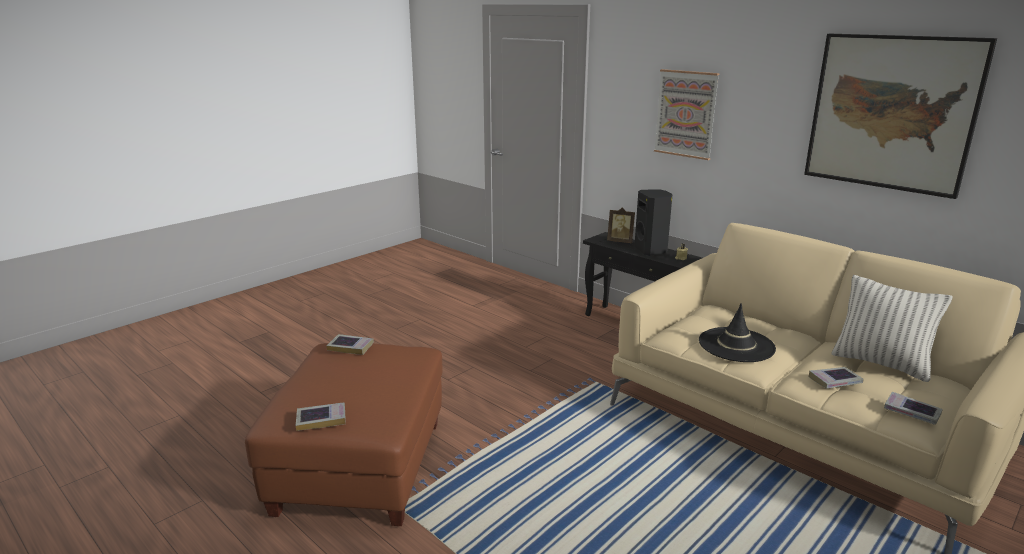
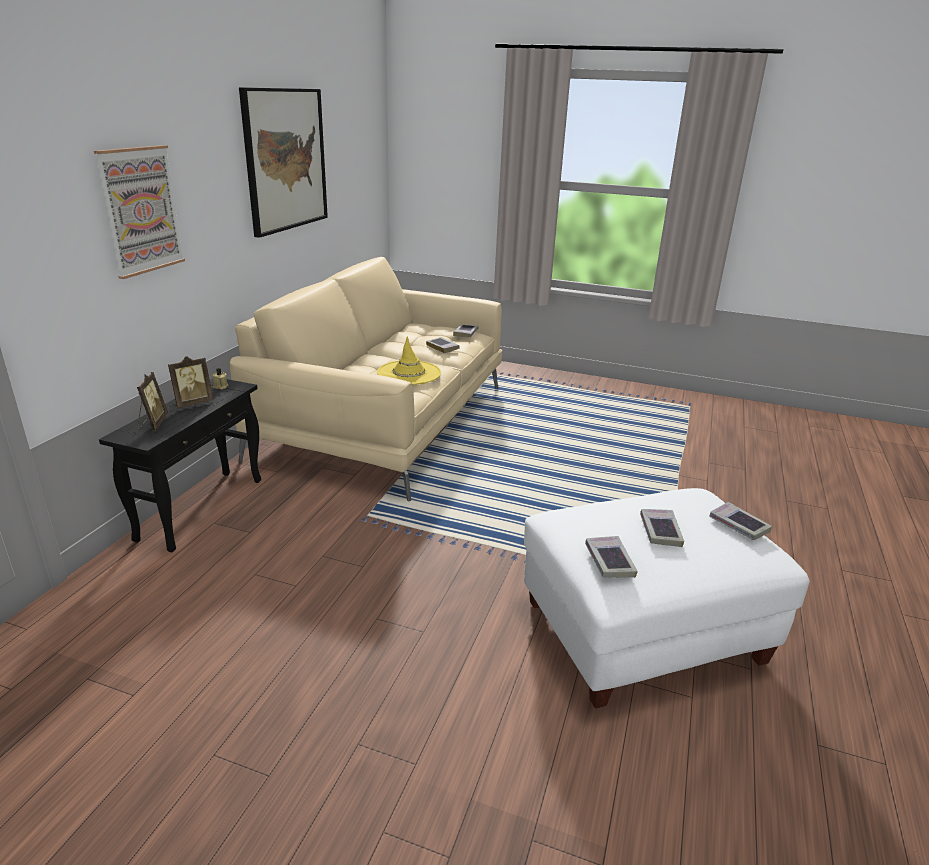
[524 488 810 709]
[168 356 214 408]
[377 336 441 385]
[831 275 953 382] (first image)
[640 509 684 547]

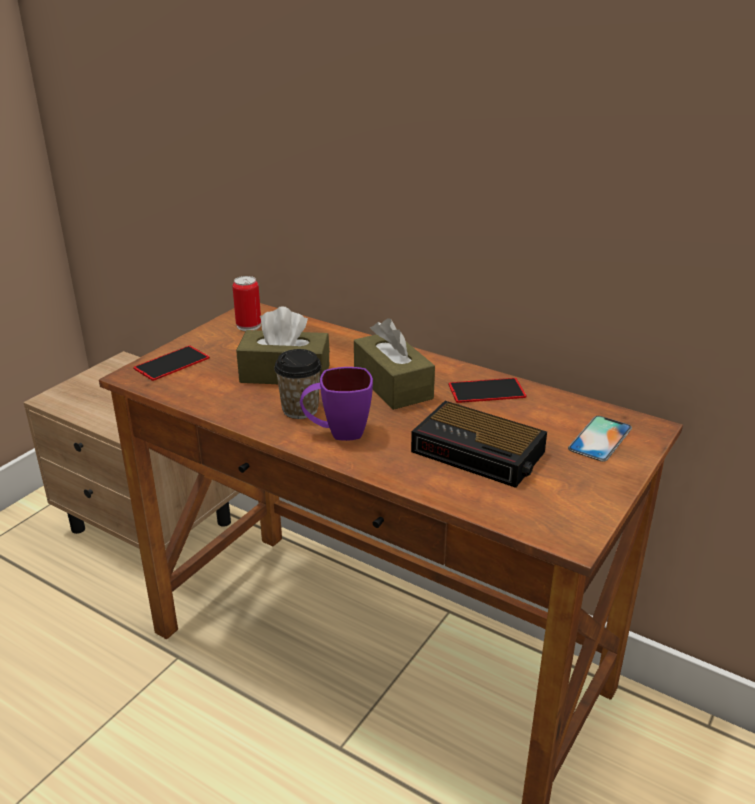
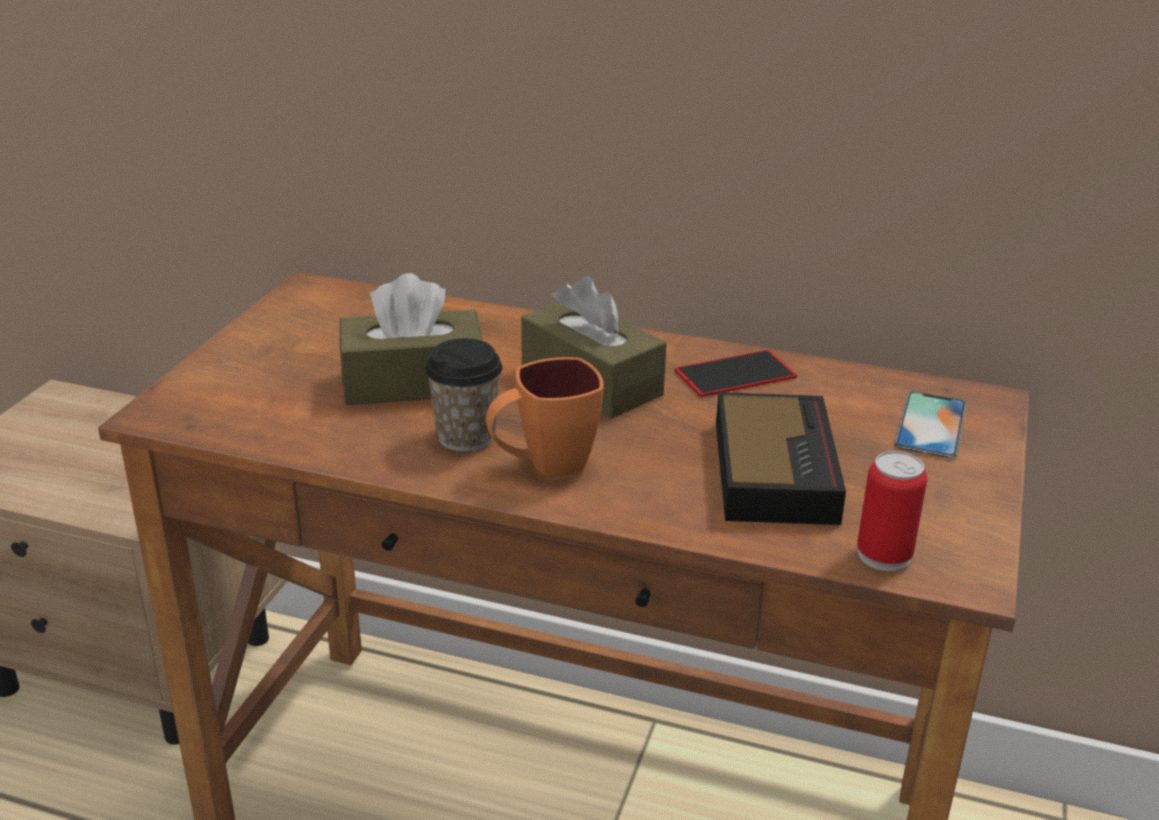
[133 346 210 381] (first image)
[857 451 927 571]
[486 357 603 477]
[716 392 846 525]

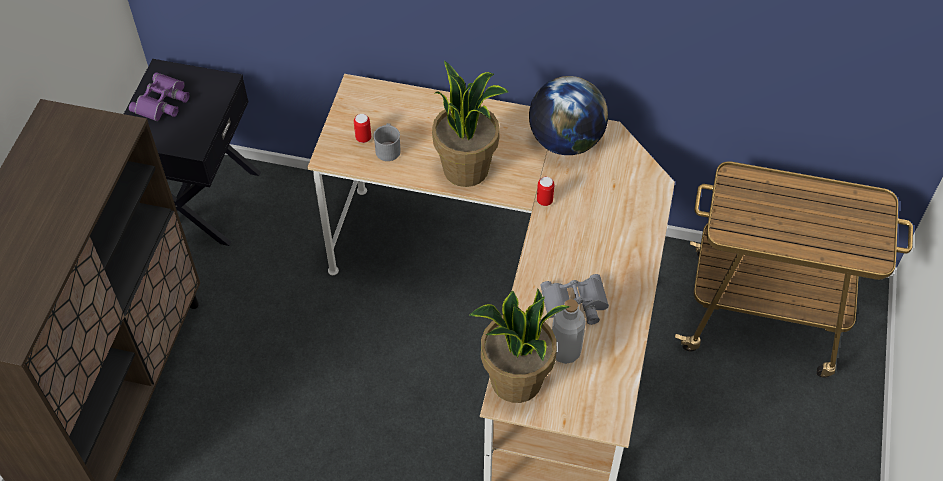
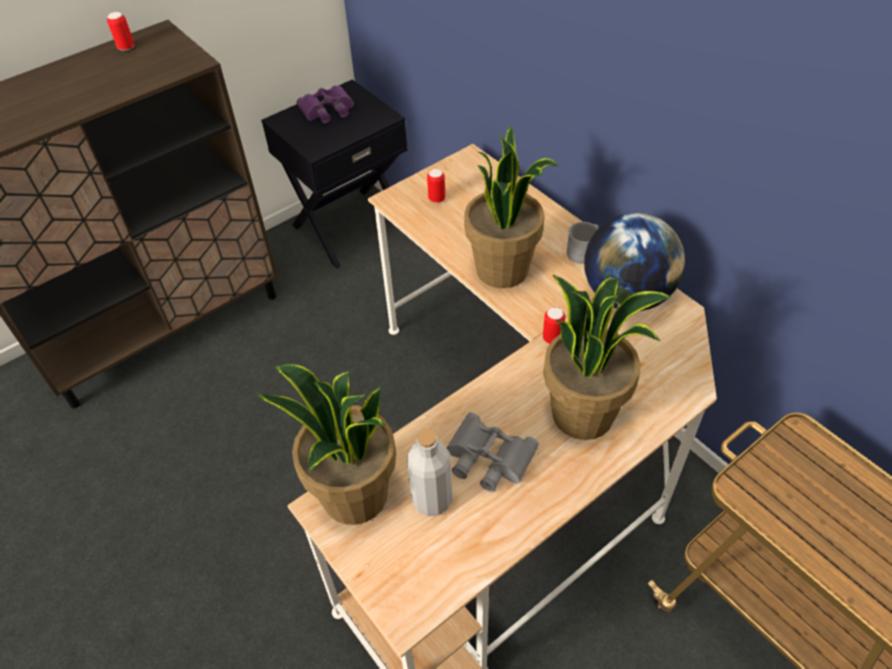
[567 222 599 264]
[107 12 134 51]
[543 275 671 440]

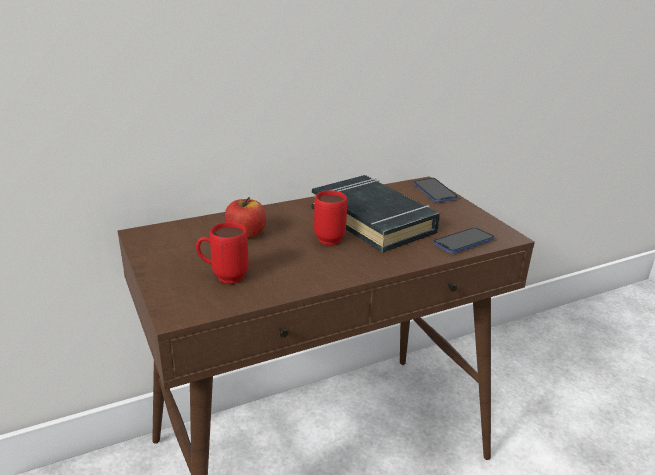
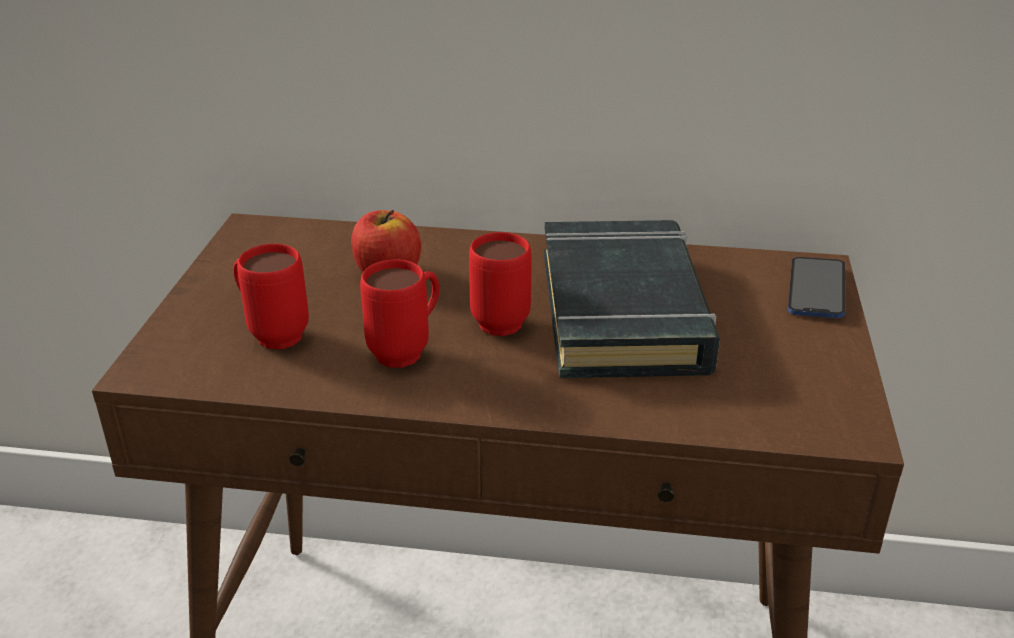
[433 228 494 253] (first image)
[360 259 440 368]

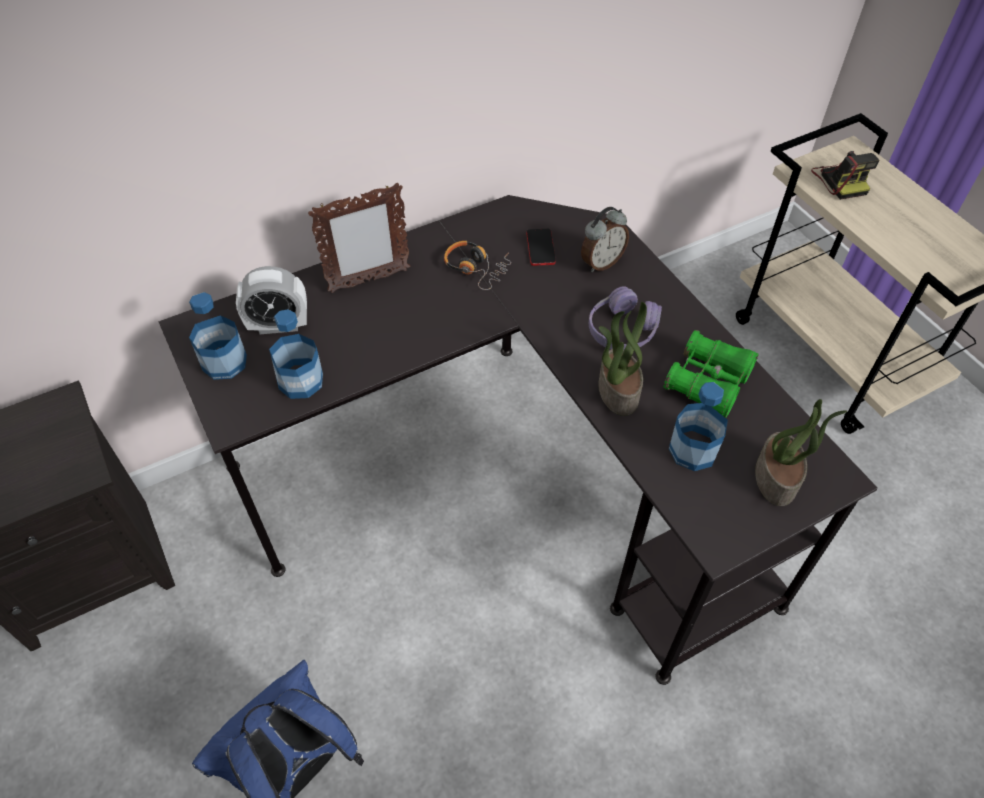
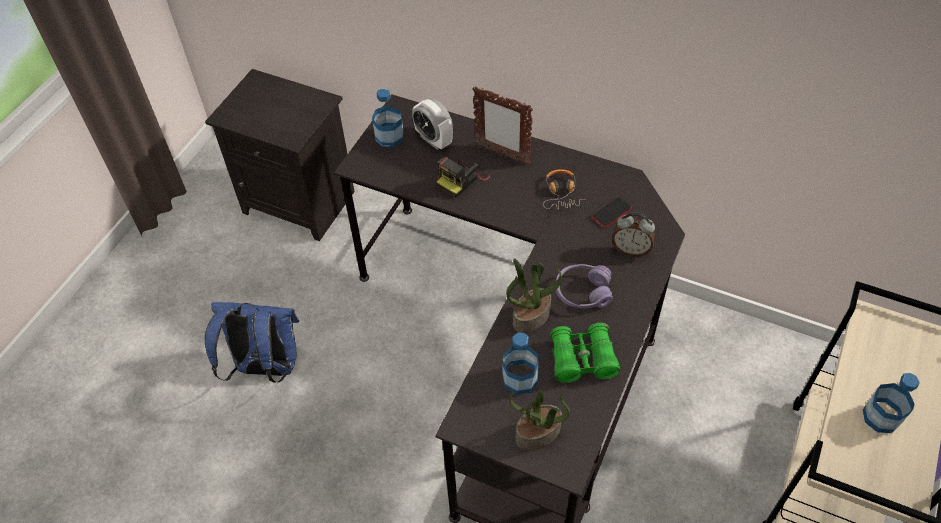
[863 373 920 433]
[437 157 490 197]

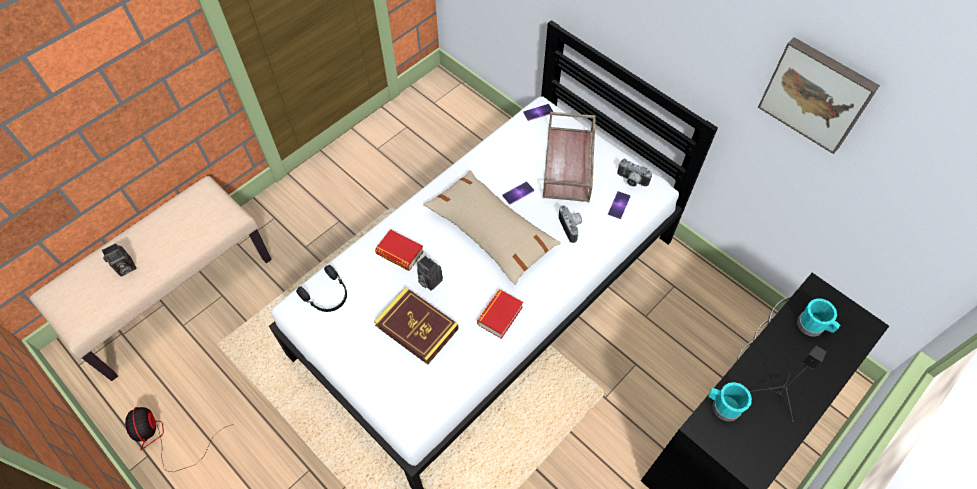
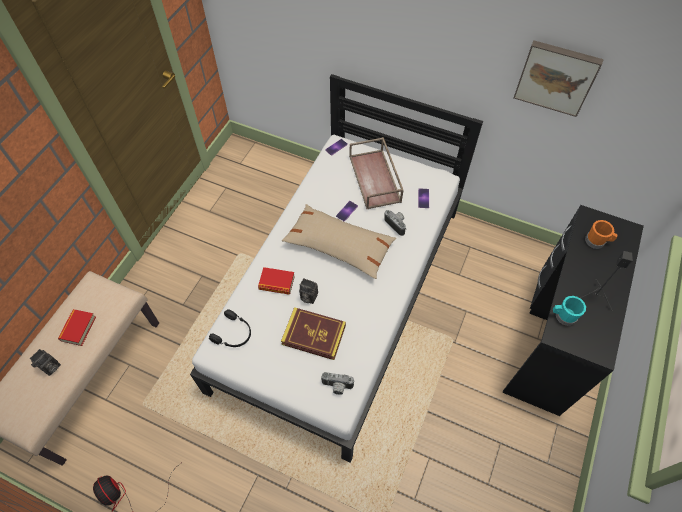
[58 309 96 346]
[321 372 354 395]
[585 220 618 249]

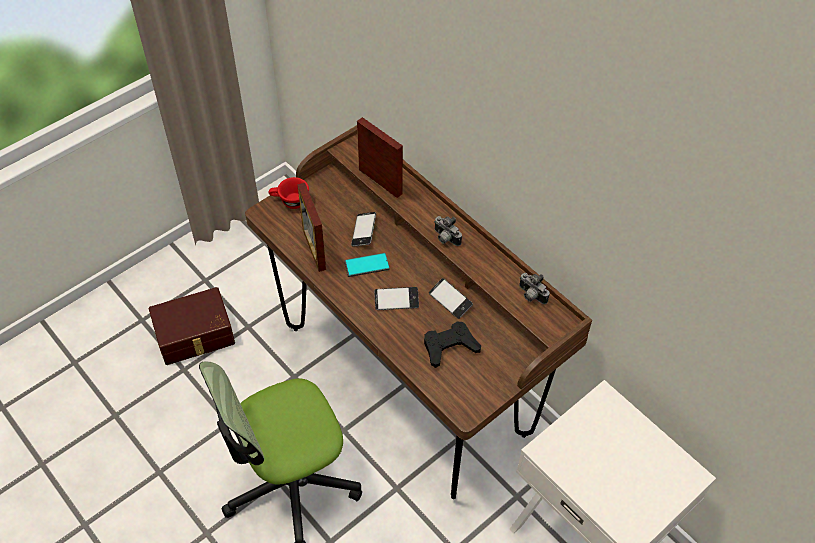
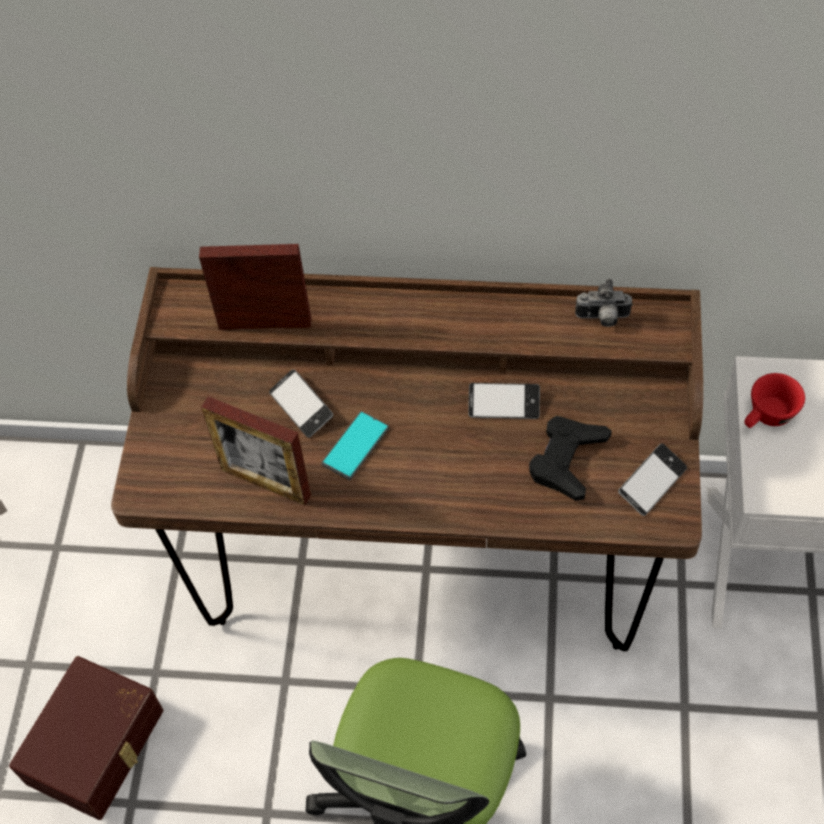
[744 373 805 428]
[618 443 687 516]
[434 216 462 246] (first image)

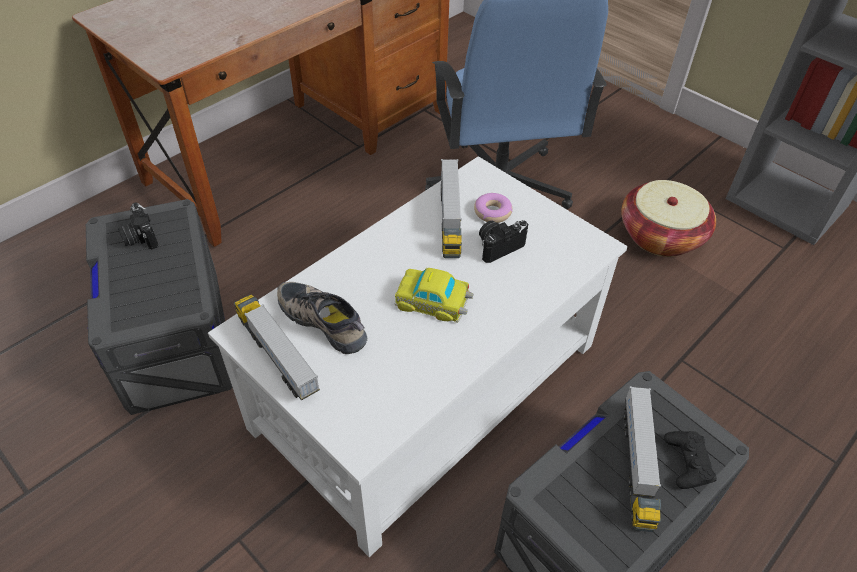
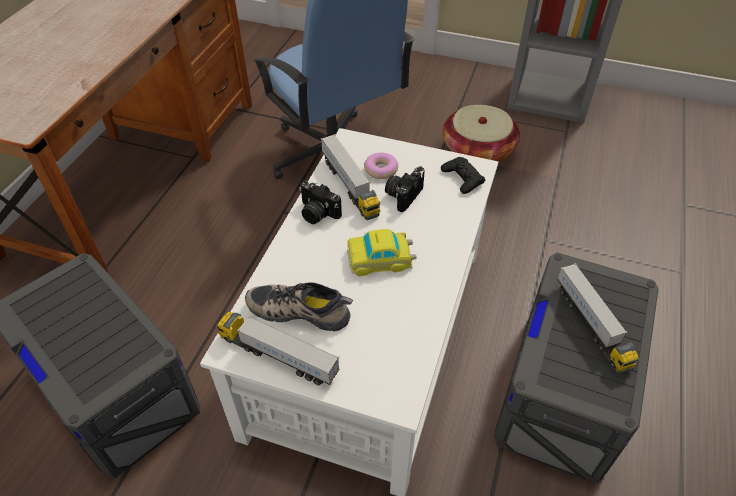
[299 181 342 224]
[441 157 485 194]

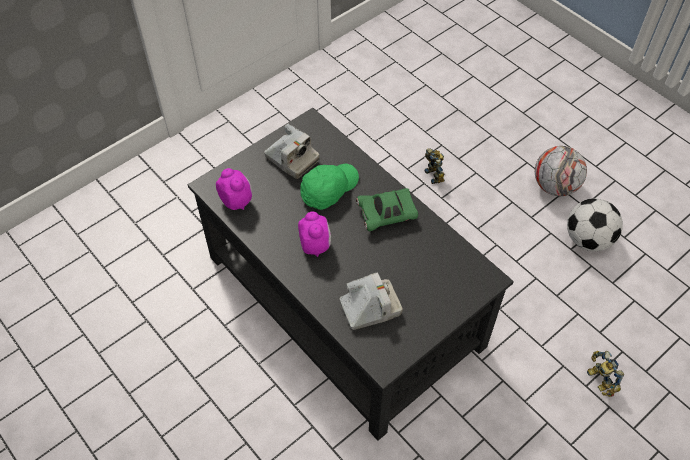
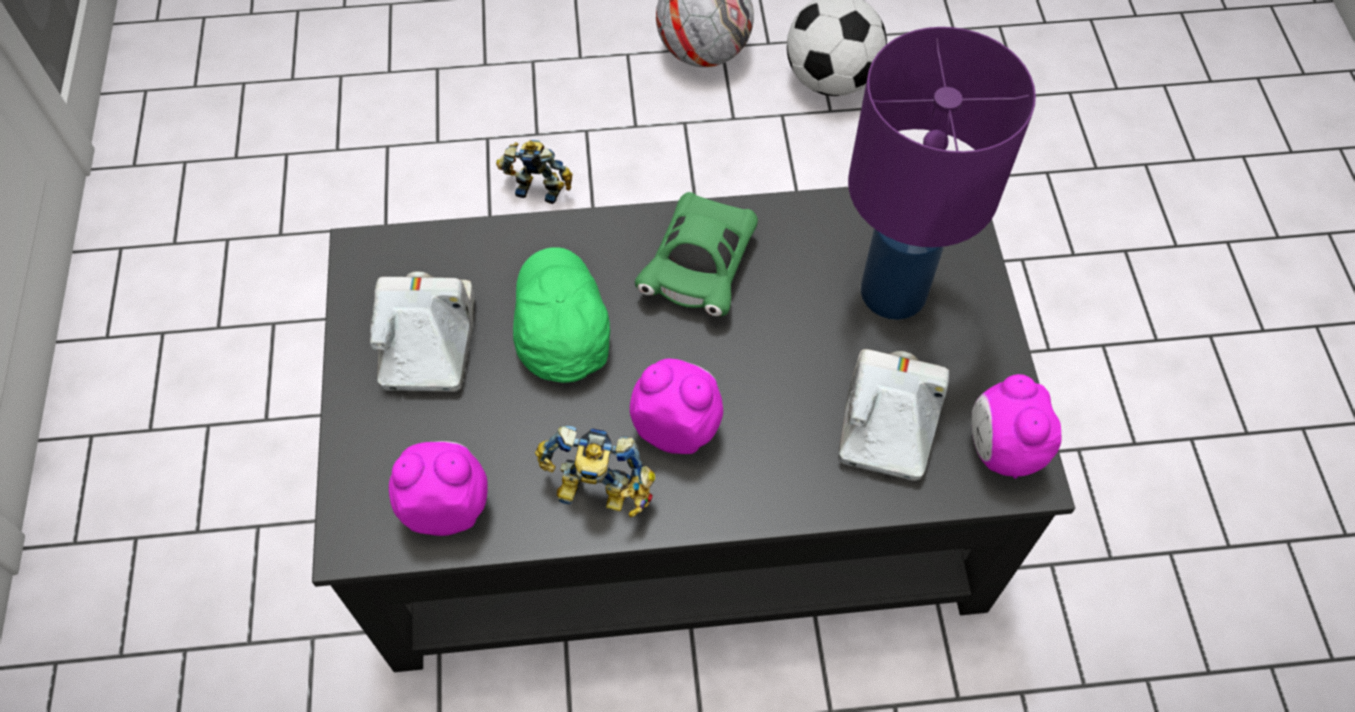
[369 271 475 392]
[535 426 655 517]
[848 27 1036 320]
[971 374 1062 479]

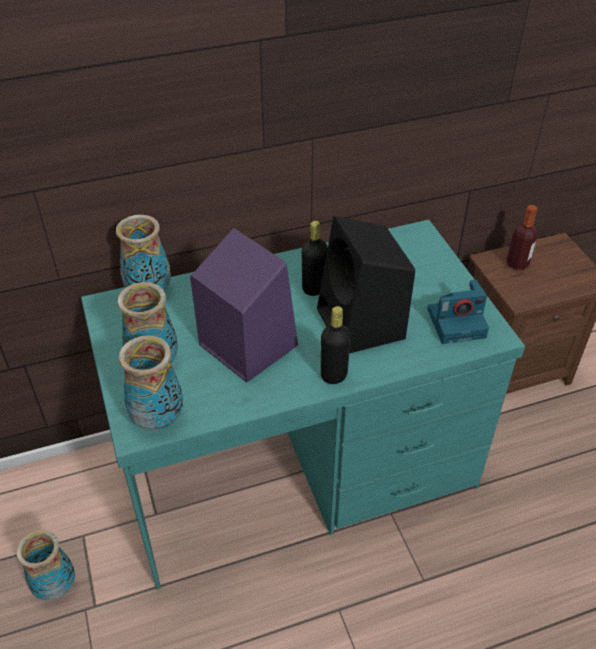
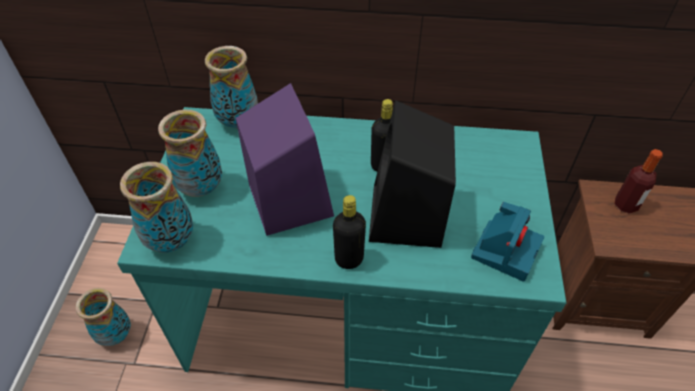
[471 202 544 282]

